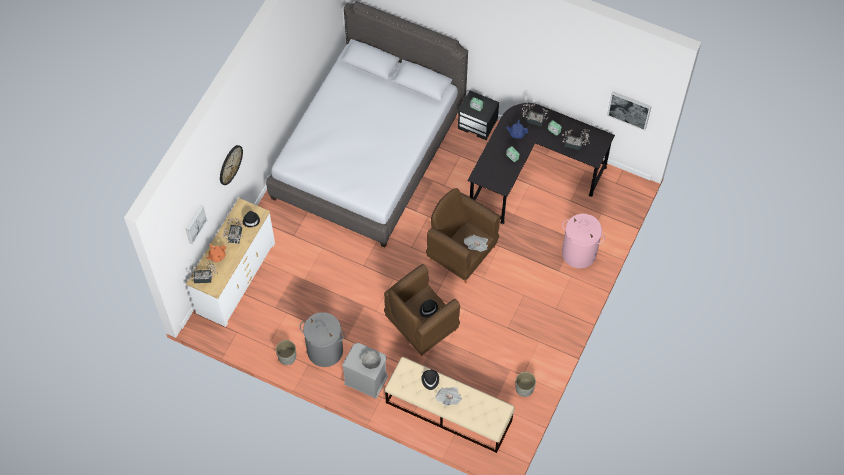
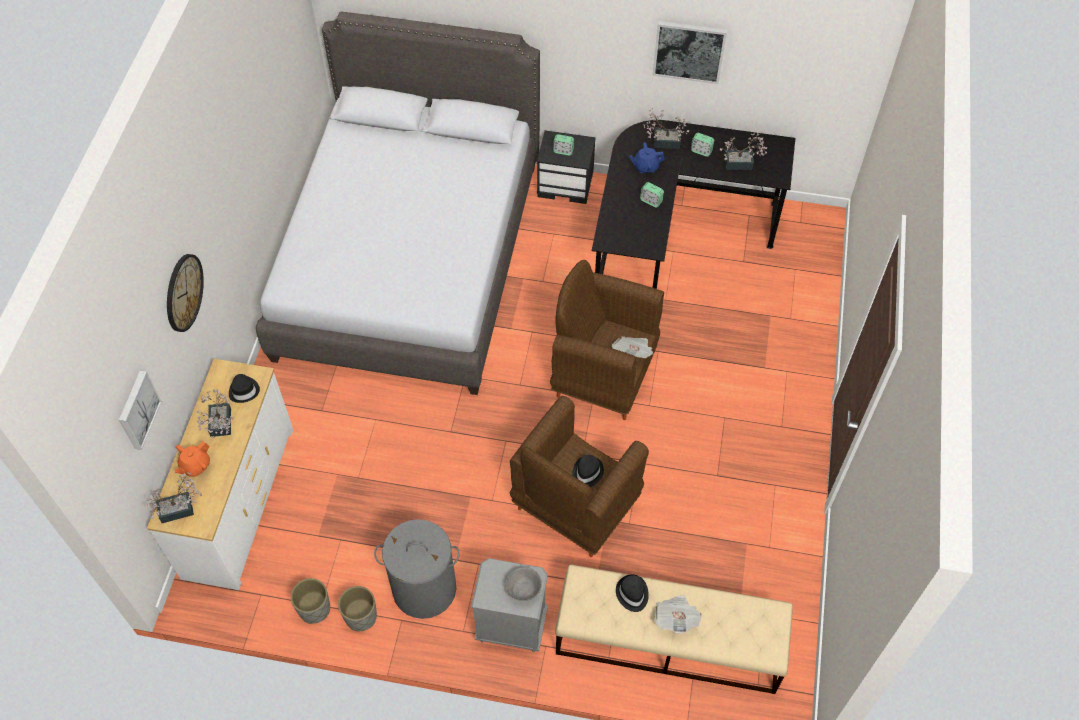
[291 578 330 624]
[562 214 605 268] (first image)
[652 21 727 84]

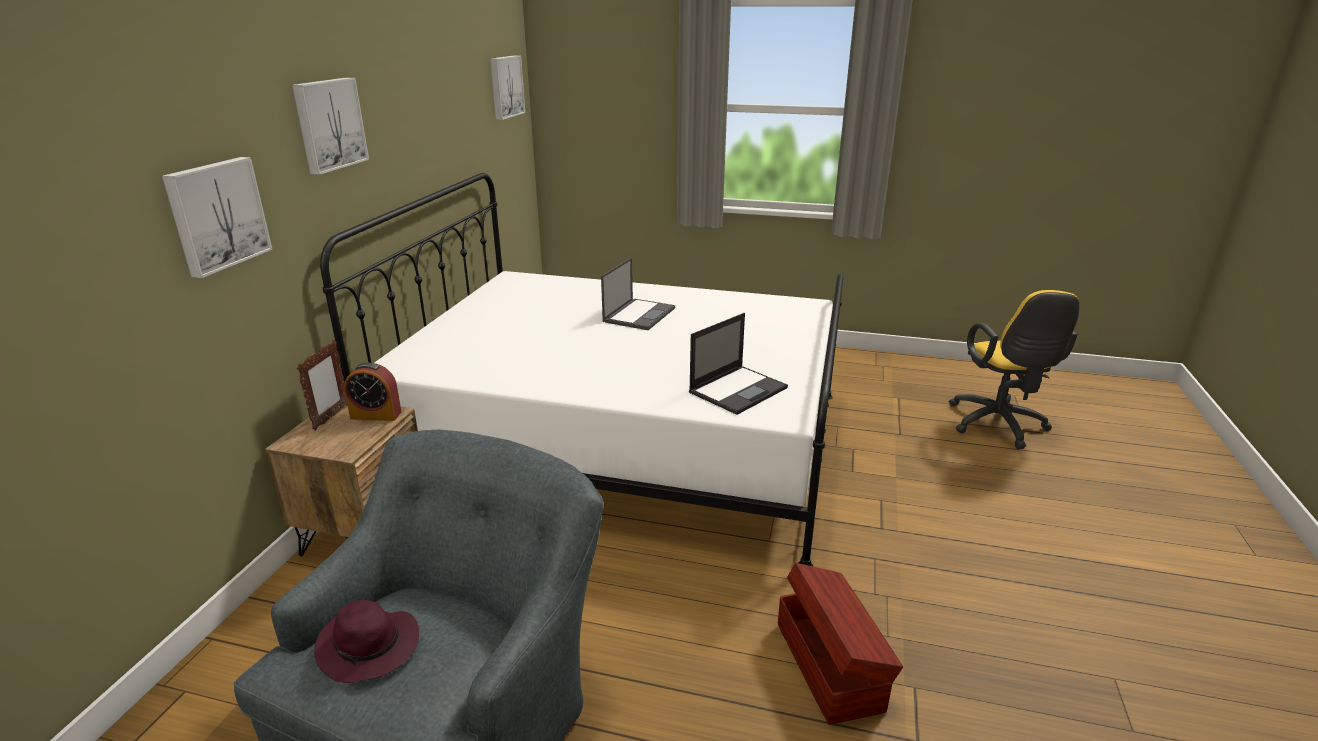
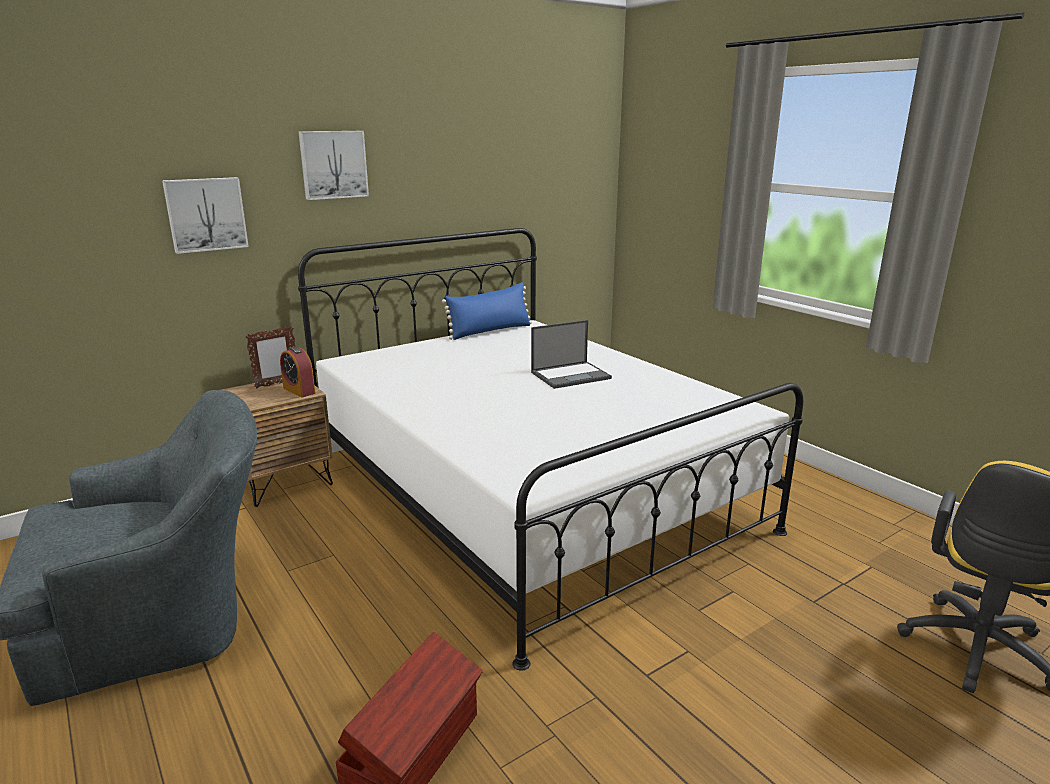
[314 600 419 683] (first image)
[490 55 525 120] (first image)
[689 313 788 415] (first image)
[442 283 532 340]

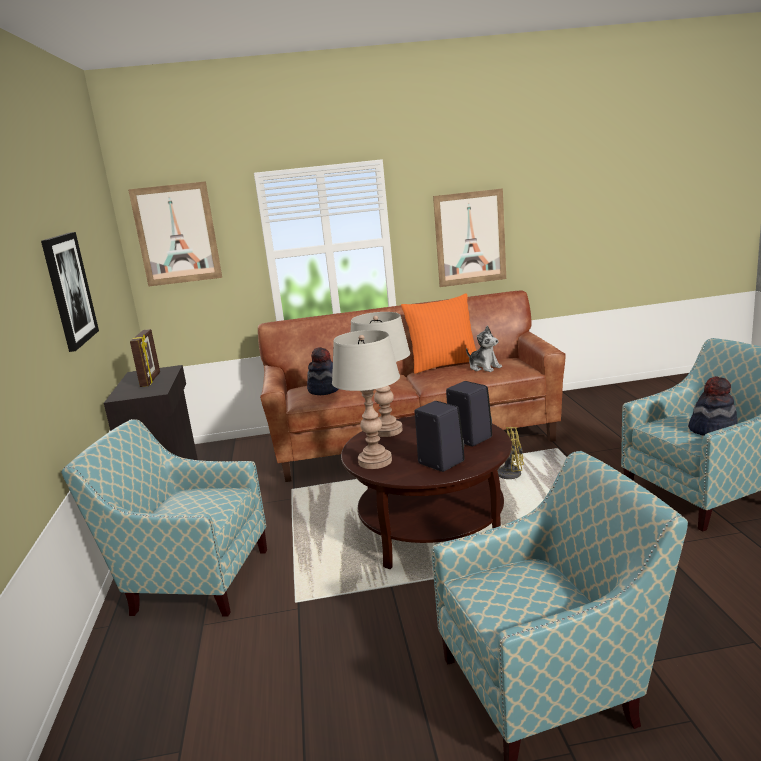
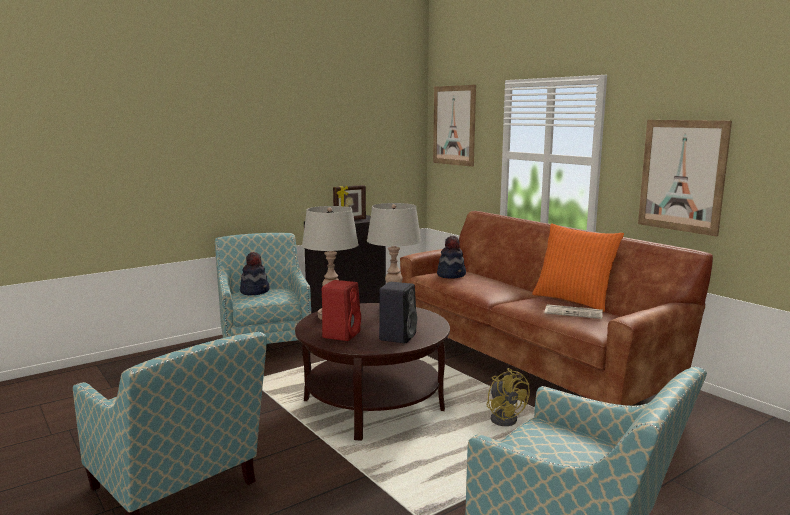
[41 232 99 352] (first image)
[322 280 361 341]
[545 304 603 319]
[240 252 270 295]

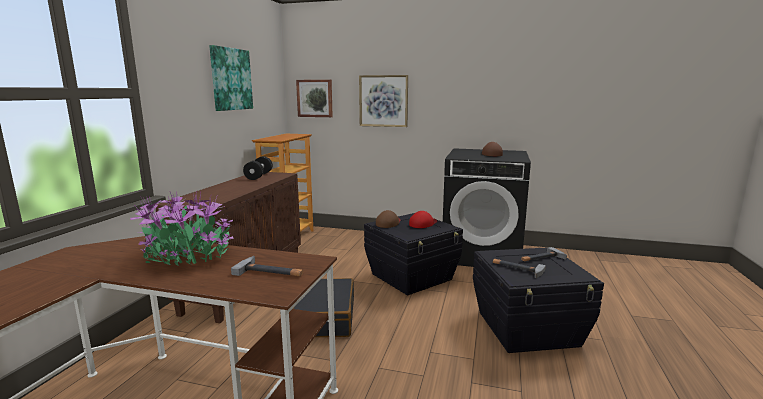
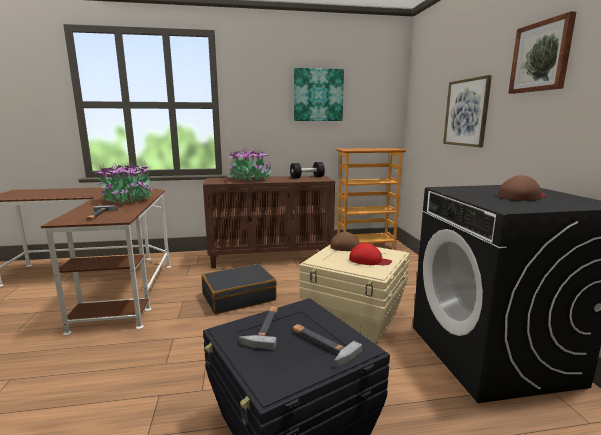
[508 11 576 94]
[300 245 410 344]
[227 148 273 181]

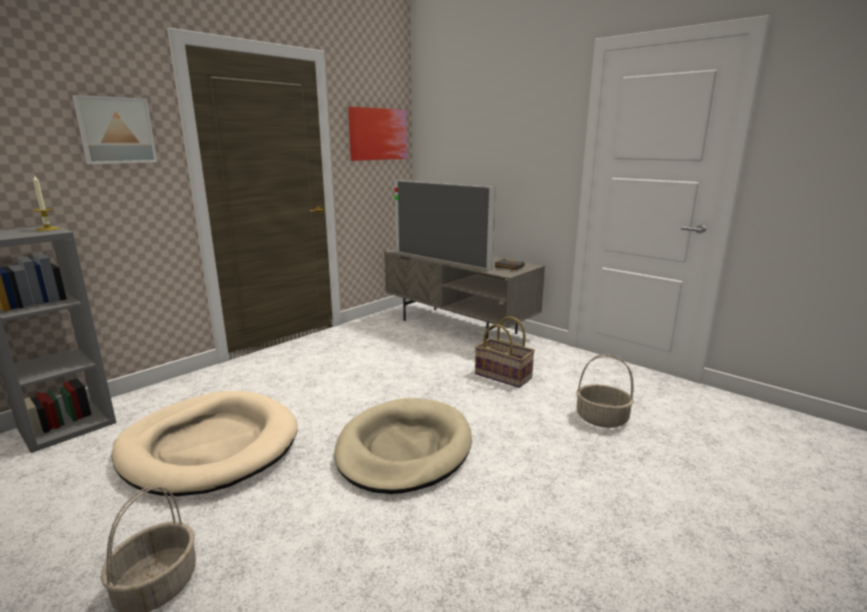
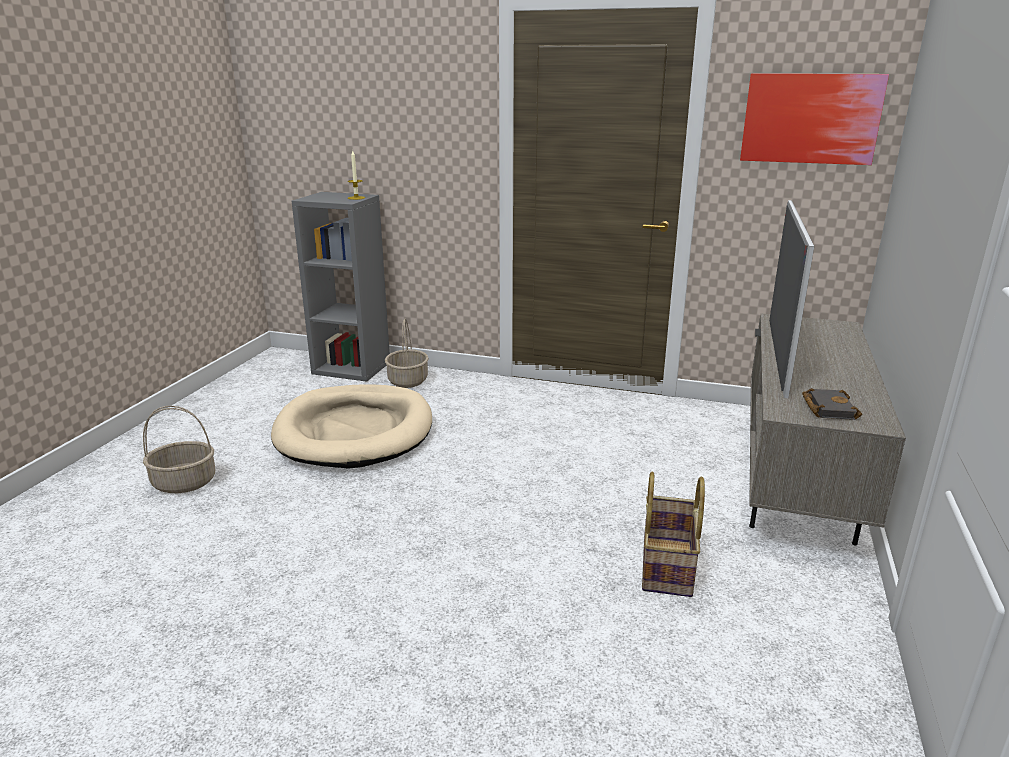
[72 95 157 164] (first image)
[334 398 472 494] (first image)
[385 318 429 388]

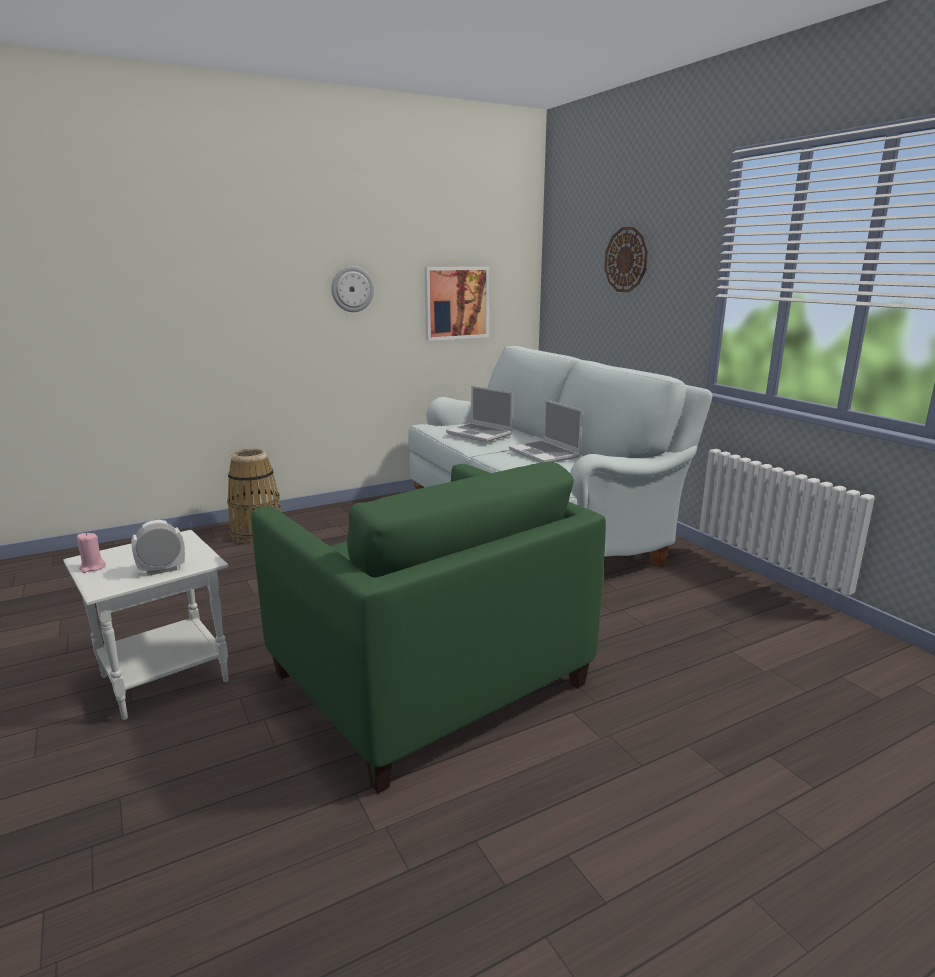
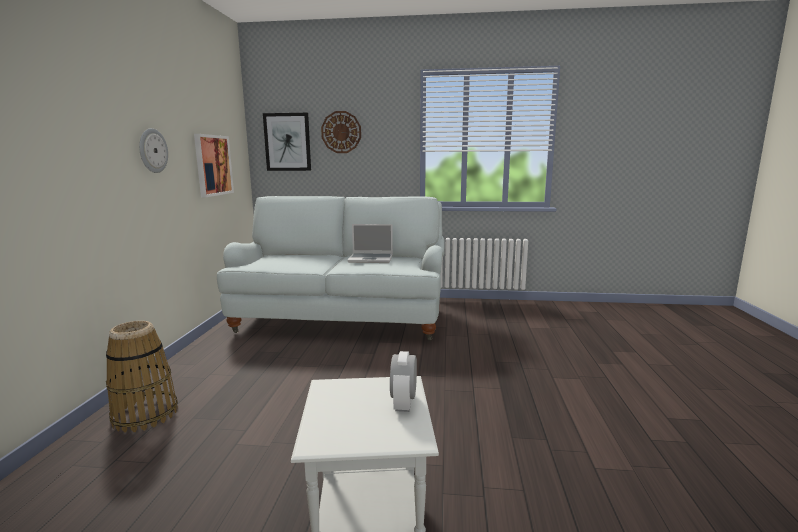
[77 532 106 573] (first image)
[252 462 606 794] (first image)
[446 386 513 442] (first image)
[263 113 311 171]

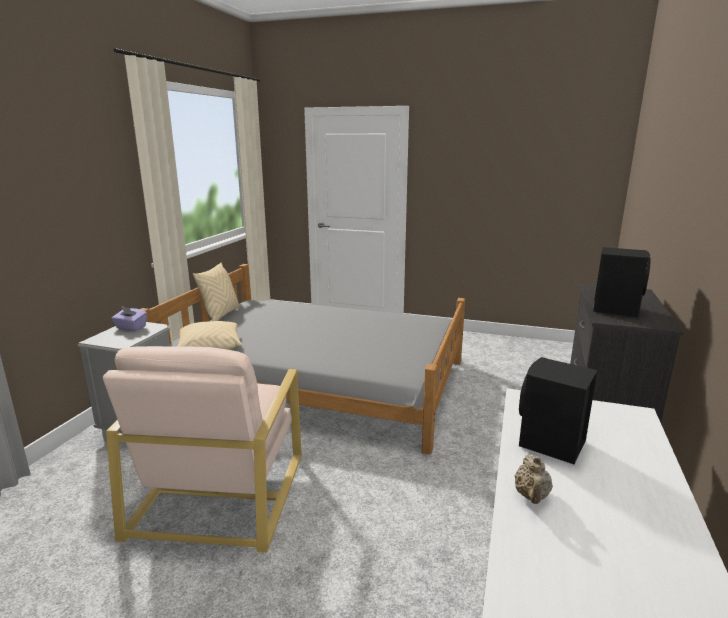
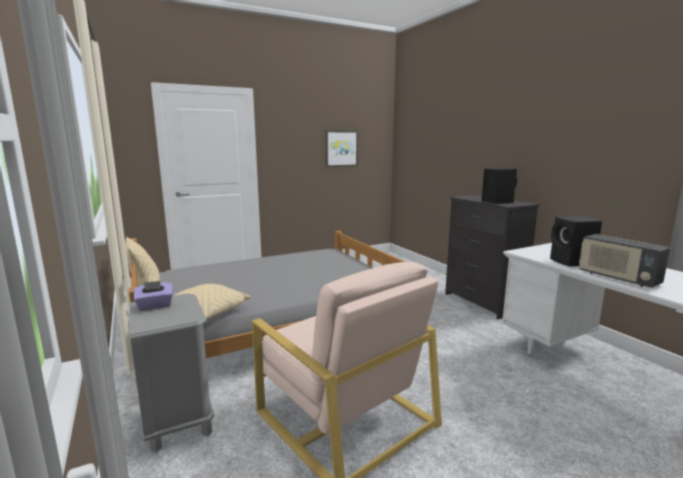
[579 234 670 288]
[325 130 358 167]

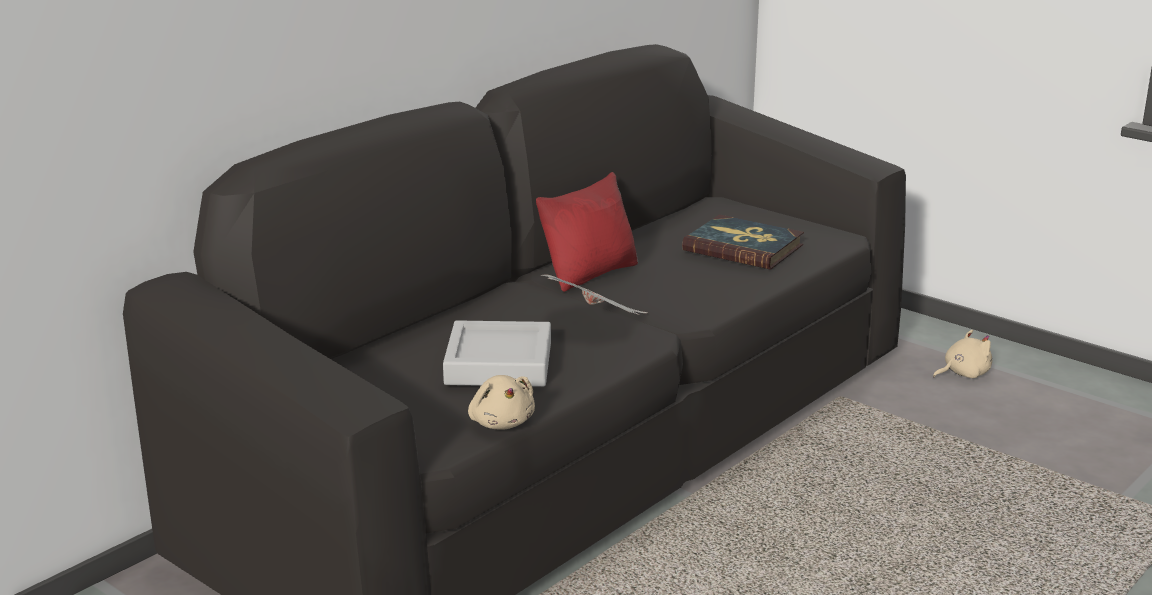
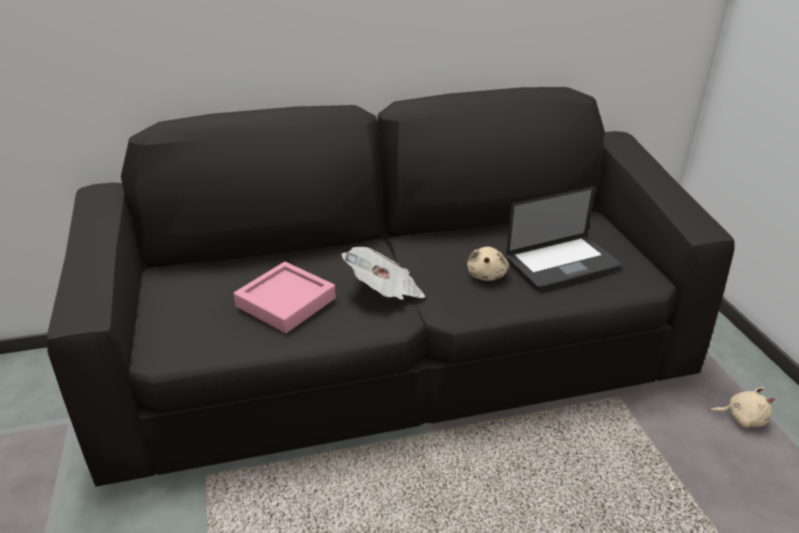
[234 262 336 333]
[467 247 509 281]
[536 172 638 292] (first image)
[506 186 621 290]

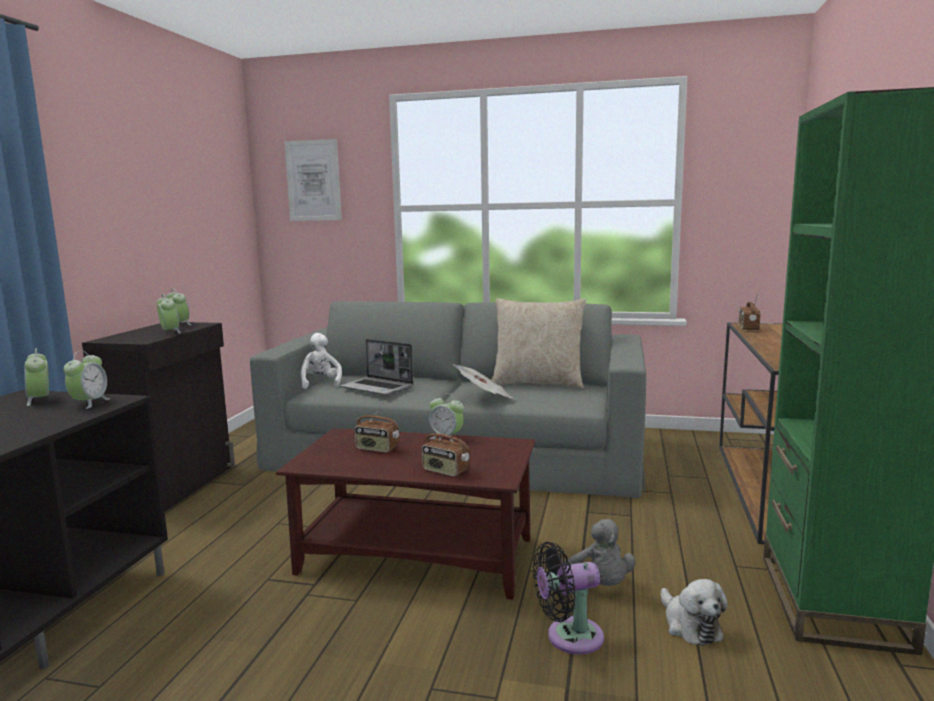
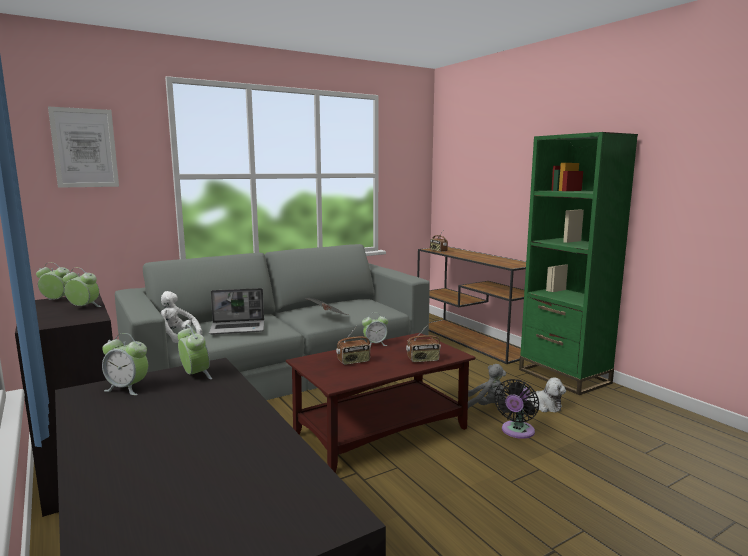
[492 298 586 389] (first image)

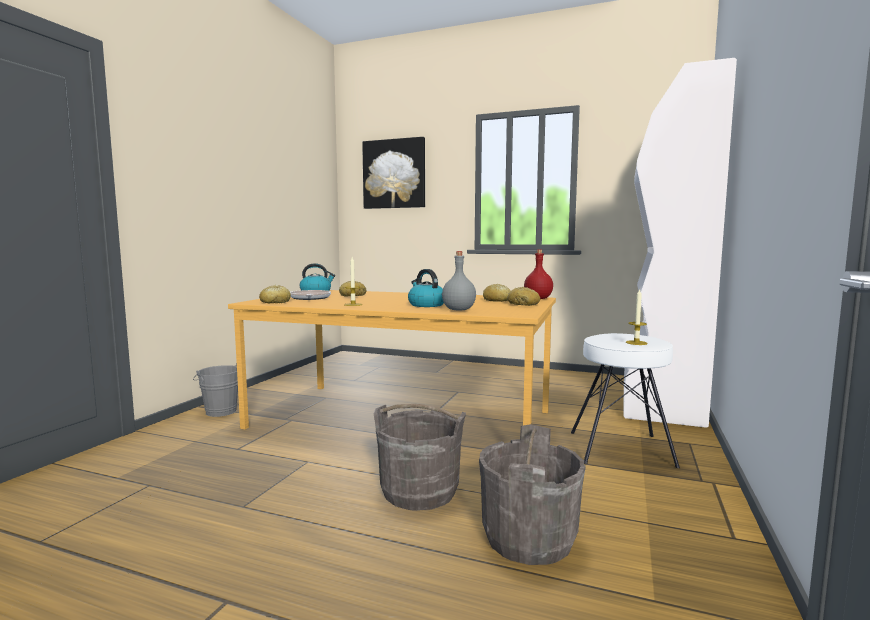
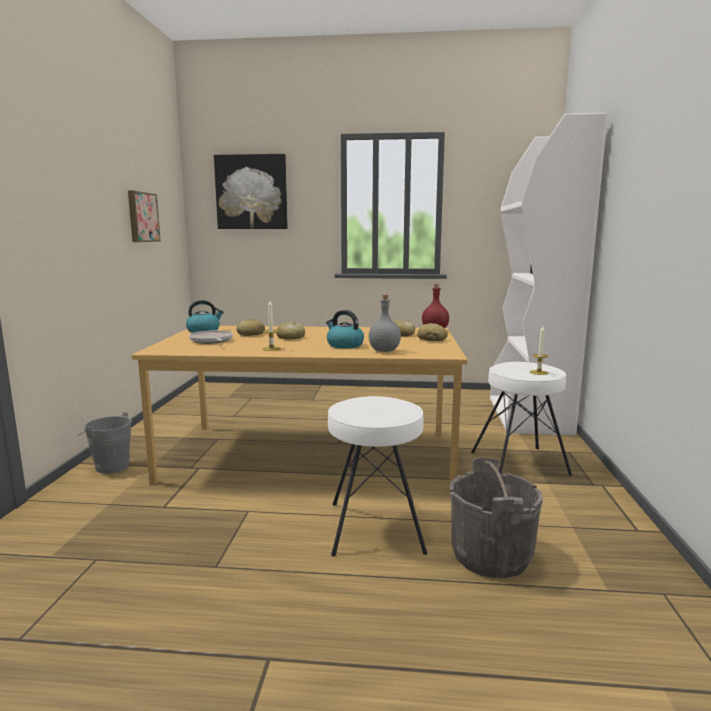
[276 321 305 340]
[328 396 427 556]
[128 191 161 242]

